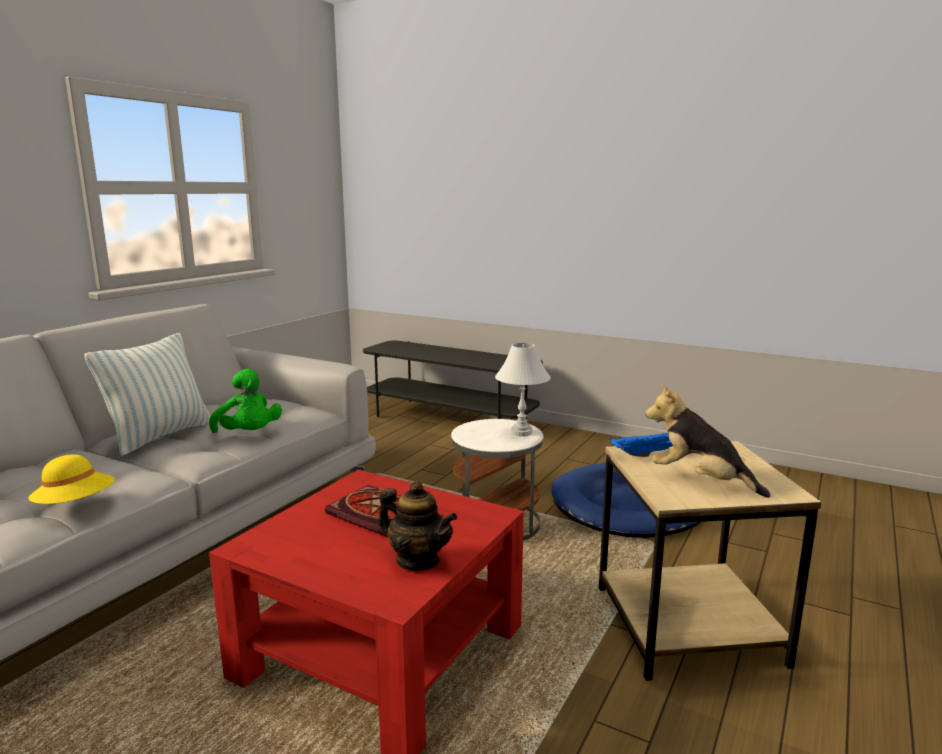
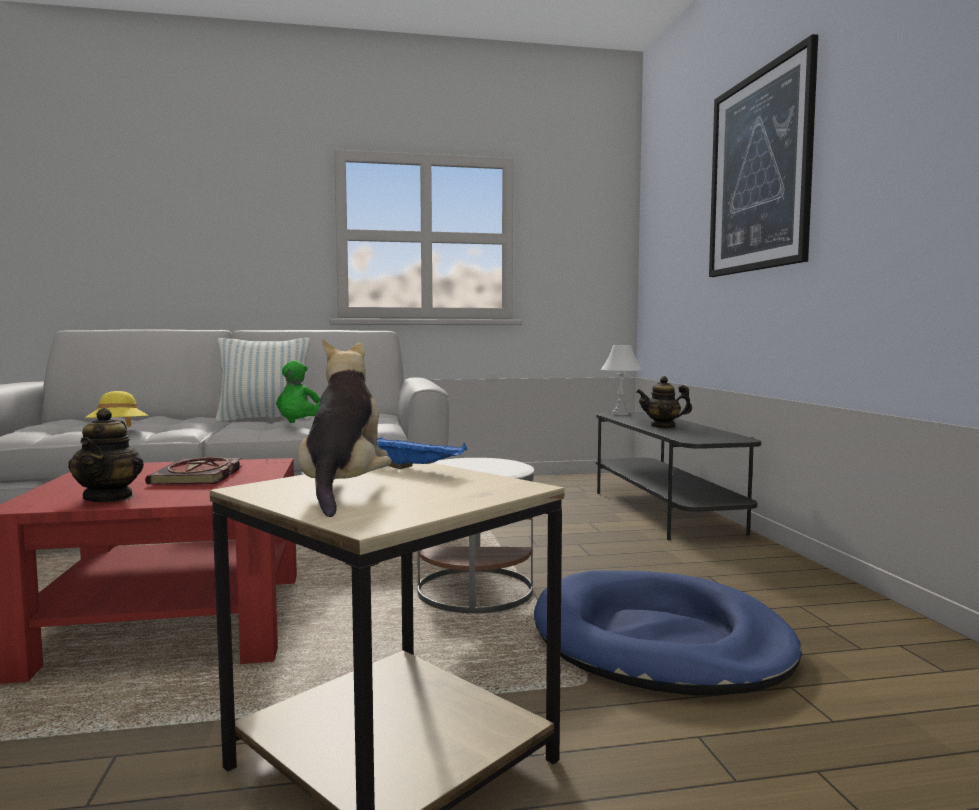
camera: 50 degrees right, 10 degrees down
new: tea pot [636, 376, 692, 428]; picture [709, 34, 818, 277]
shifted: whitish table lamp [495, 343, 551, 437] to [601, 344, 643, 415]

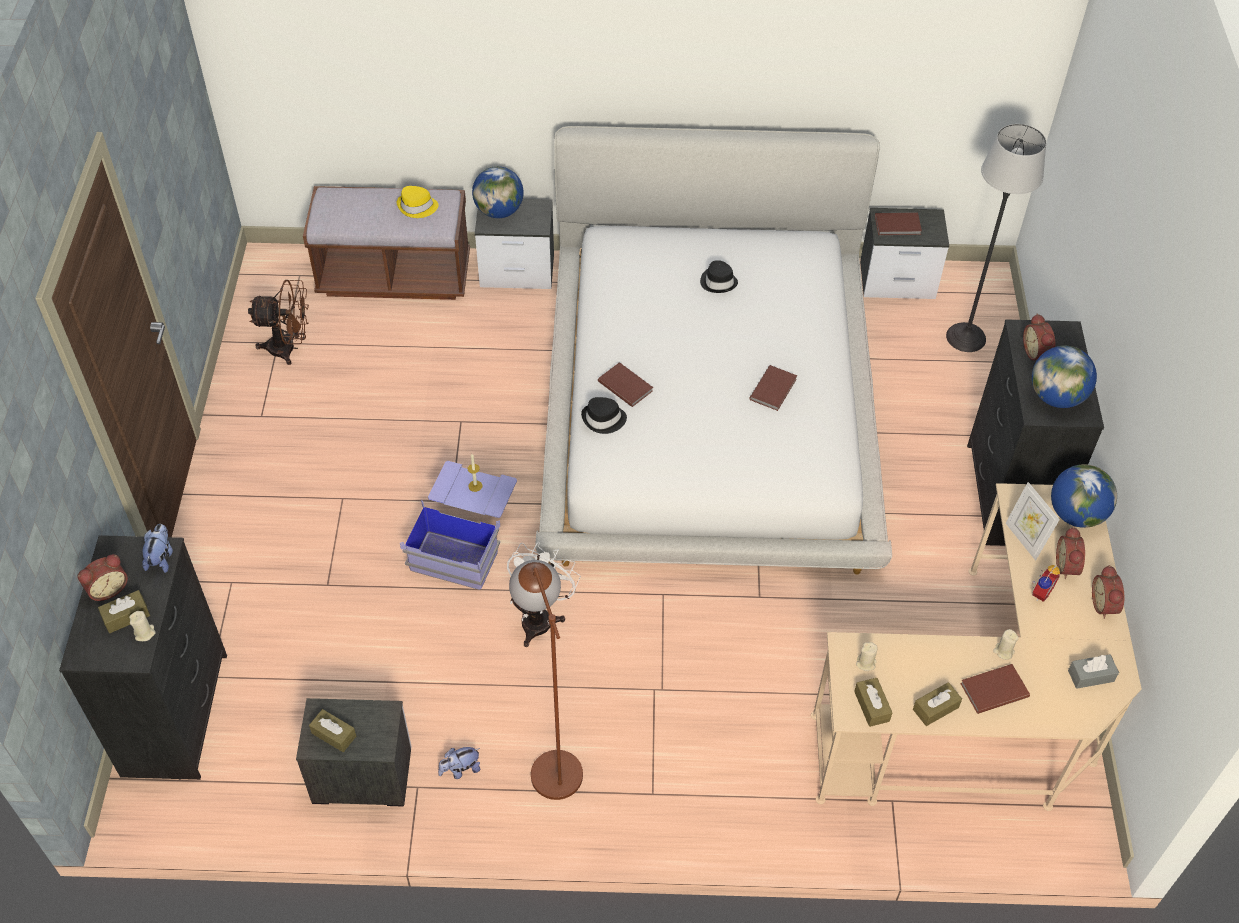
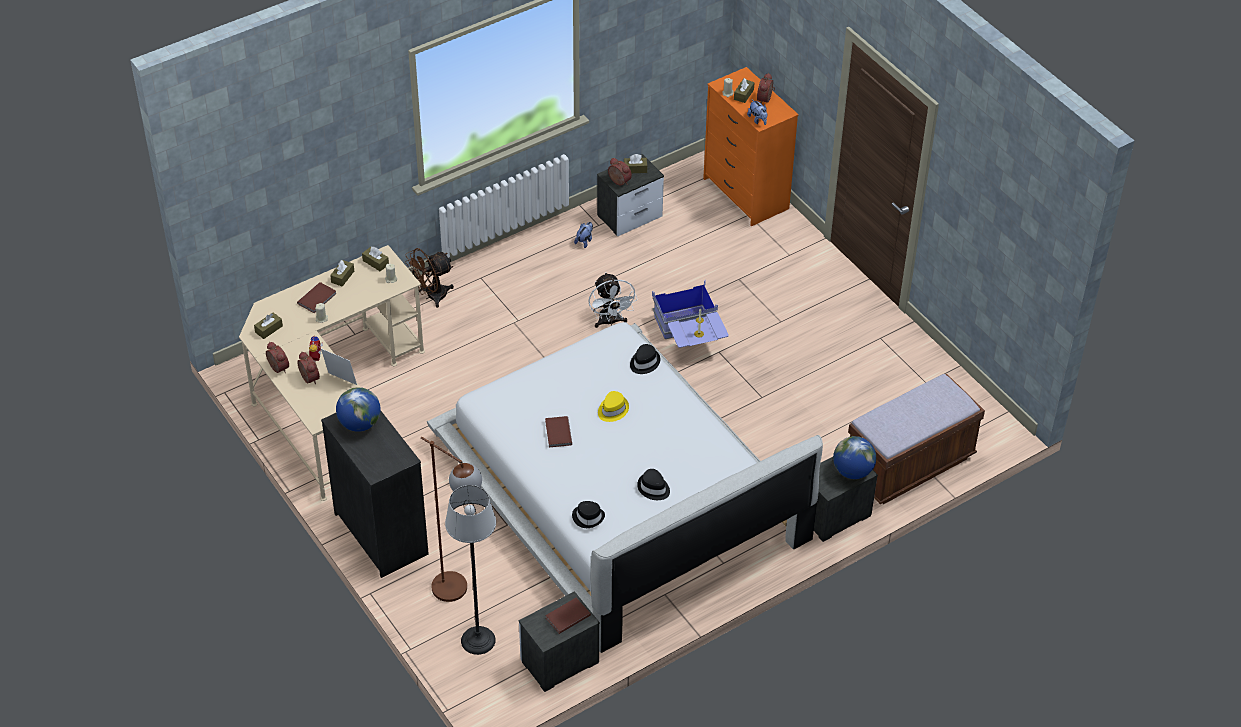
camera: 145 degrees right, 5 degrees down
gone: brownish bound book [598, 362, 653, 407]; world globe [1051, 464, 1117, 528]
new: black-coloured wearable hat [572, 501, 605, 528]
shifted: brownish fan [248, 280, 309, 365] to [405, 248, 454, 308]; brownish standard lamp [509, 560, 583, 800] to [421, 437, 482, 602]; yellow-coloured wearable hat [397, 186, 438, 218] to [598, 391, 629, 422]; table clock [1023, 313, 1055, 360] to [608, 158, 632, 185]
repainted: gray tissue holder [1068, 654, 1119, 689] to brownish tissue holder [254, 312, 283, 339]; black-coloured drawer chest [59, 535, 227, 780] to orange drawer chest [703, 67, 799, 226]

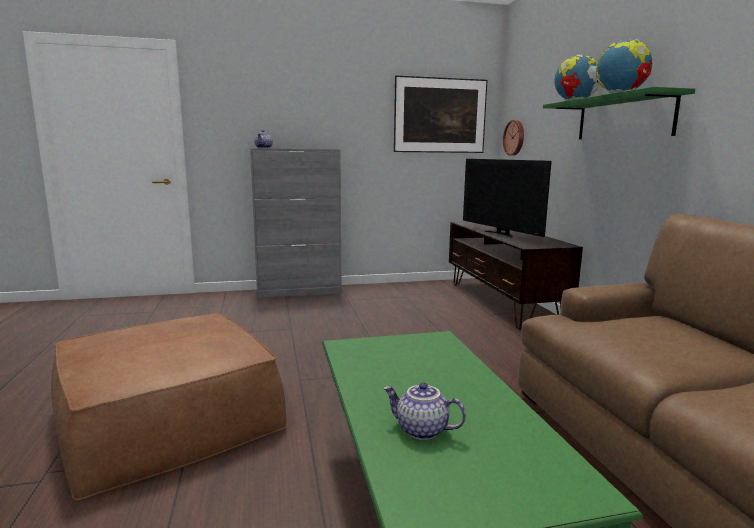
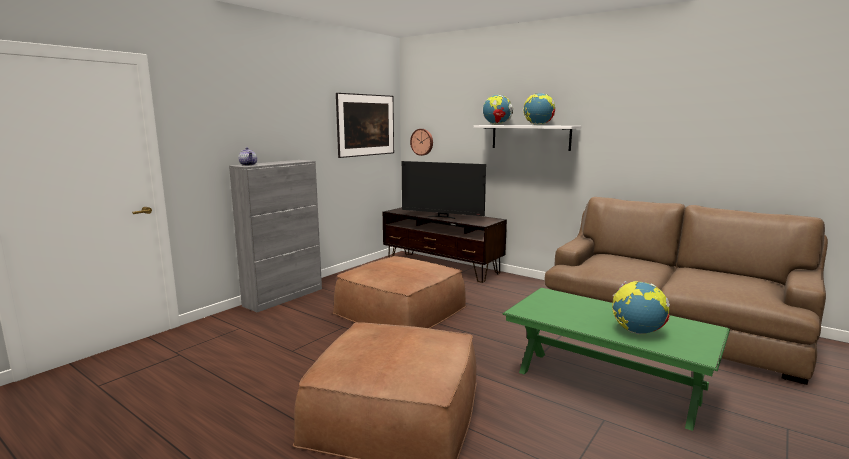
camera: 40 degrees left, 0 degrees up
new: brownish footrest [333, 256, 466, 329]
swapped: tea pot [383, 382, 466, 440] to world globe [612, 281, 670, 334]
repainted: green wall shelf [543, 87, 695, 139] to whitish wall shelf [474, 125, 582, 151]

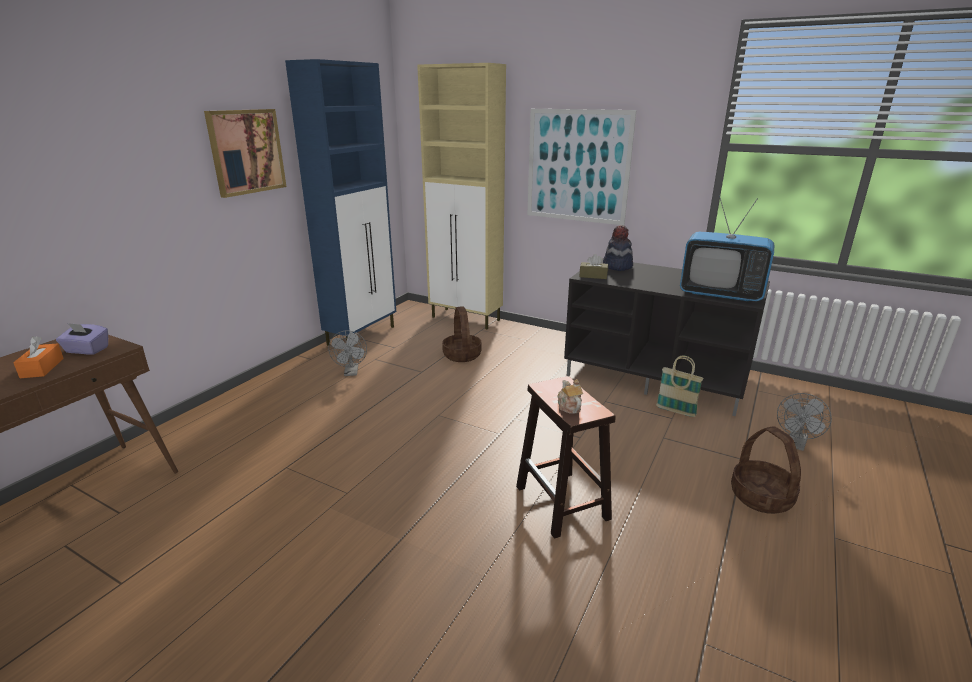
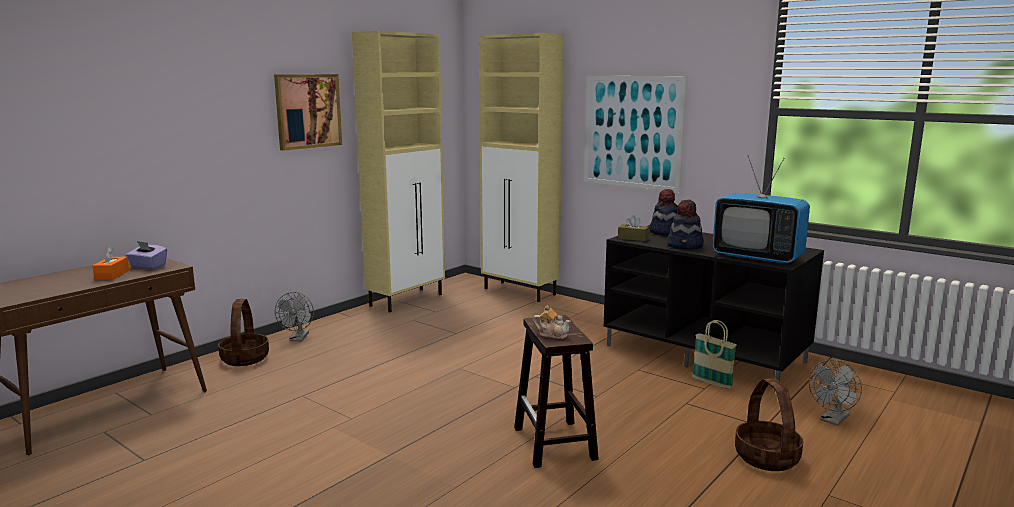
camera: 10 degrees right, 10 degrees down
new: wearable hat [667, 200, 704, 249]
shifted: storage basket [442, 307, 481, 362] to [218, 299, 269, 366]; gray fan [328, 330, 367, 376] to [275, 292, 314, 341]
repainted: blue storage cabinet [285, 59, 396, 346] to sand-coloured storage cabinet [352, 31, 445, 312]
rotated: tea pot [558, 379, 583, 414] = [533, 305, 571, 339] 120 degrees clockwise

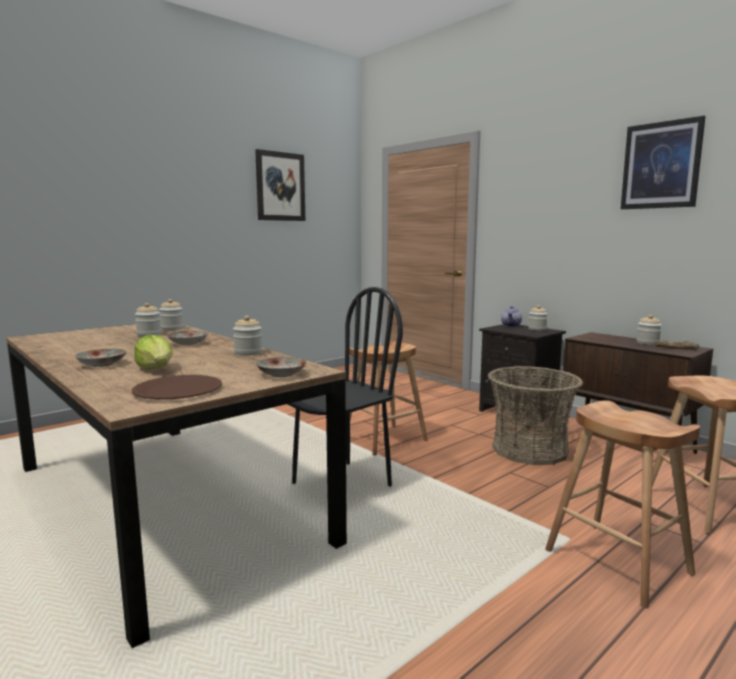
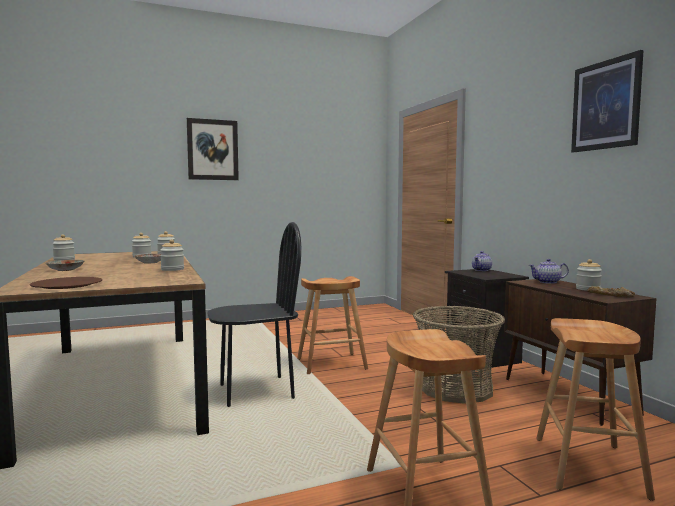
camera: 20 degrees right, 5 degrees down
gone: head of lettuce [134, 335, 173, 369]; plate [256, 357, 307, 377]
new: tea pot [529, 259, 569, 284]
shifted: storage jar [528, 305, 548, 331] to [52, 234, 75, 261]; picture [255, 149, 305, 221] to [187, 118, 239, 180]

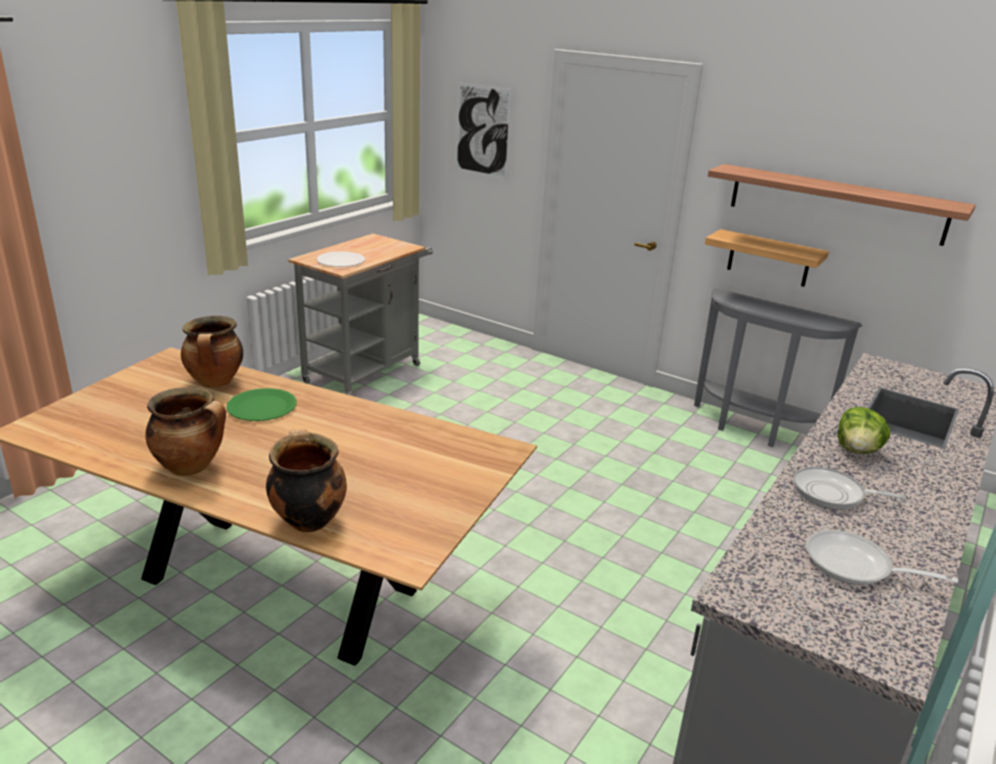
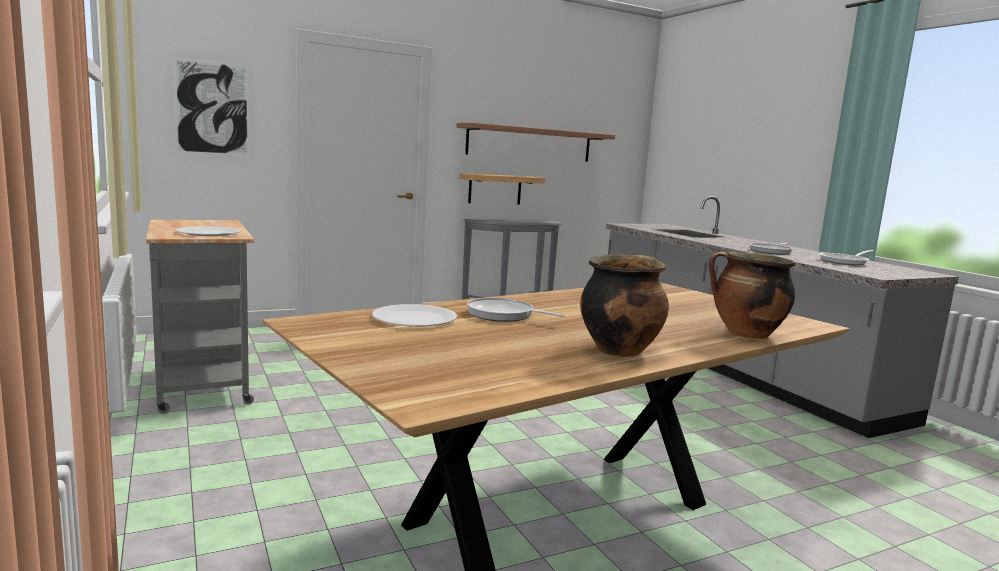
camera: 60 degrees left, 15 degrees down
gone: head of lettuce [837, 407, 890, 454]
swapped: cooking pot [181, 316, 243, 388] to whitish plate [372, 304, 457, 327]; green plate [226, 388, 297, 421] to frying pan [467, 298, 565, 322]

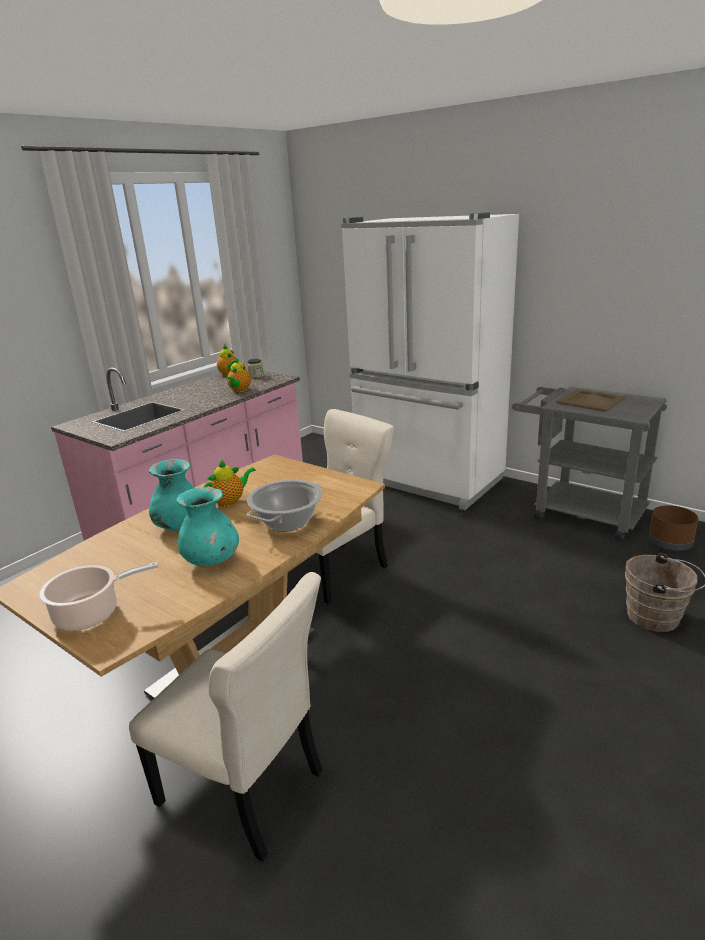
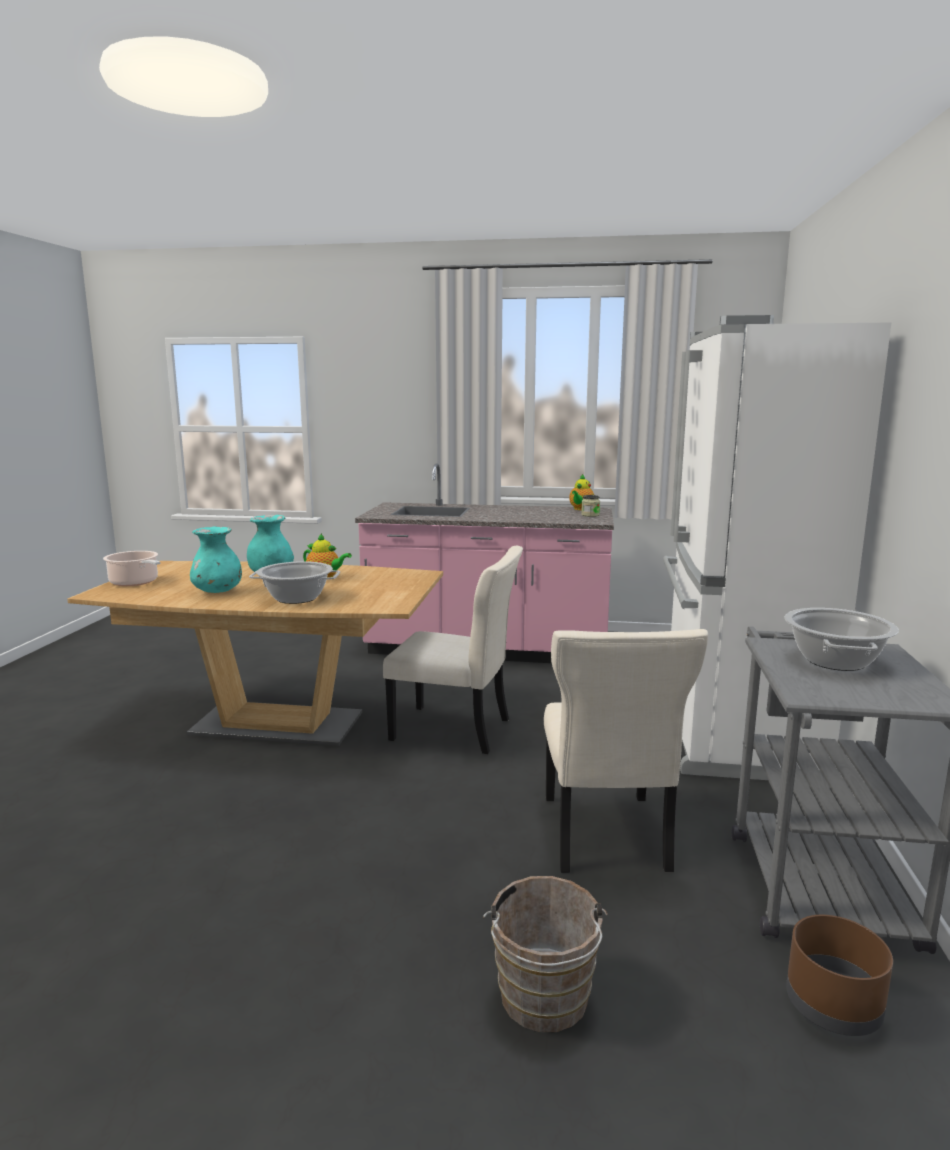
camera: 60 degrees right, 10 degrees down
gone: tea pot [227, 358, 251, 392]
shifted: sand-coloured upright chair [129, 572, 323, 862] to [544, 629, 708, 873]
swapped: sand-coloured tray [556, 389, 626, 412] to cooking pot [785, 608, 899, 671]

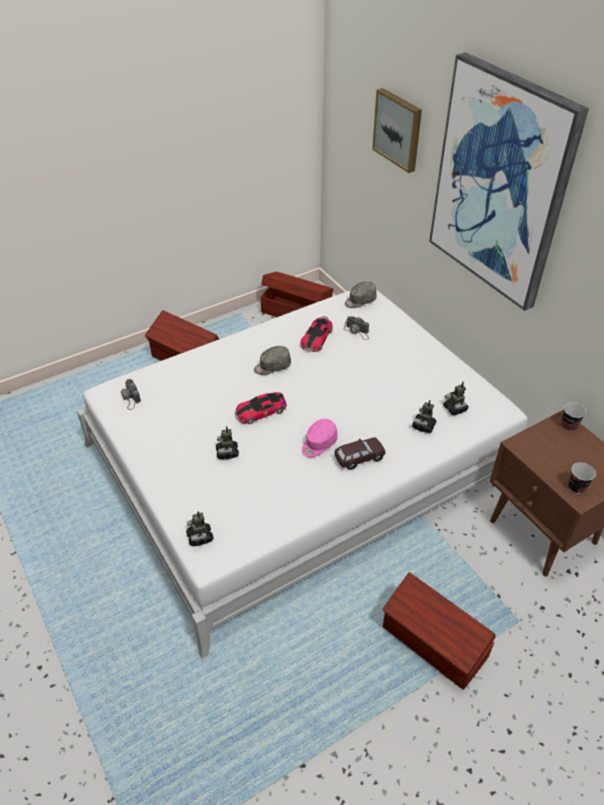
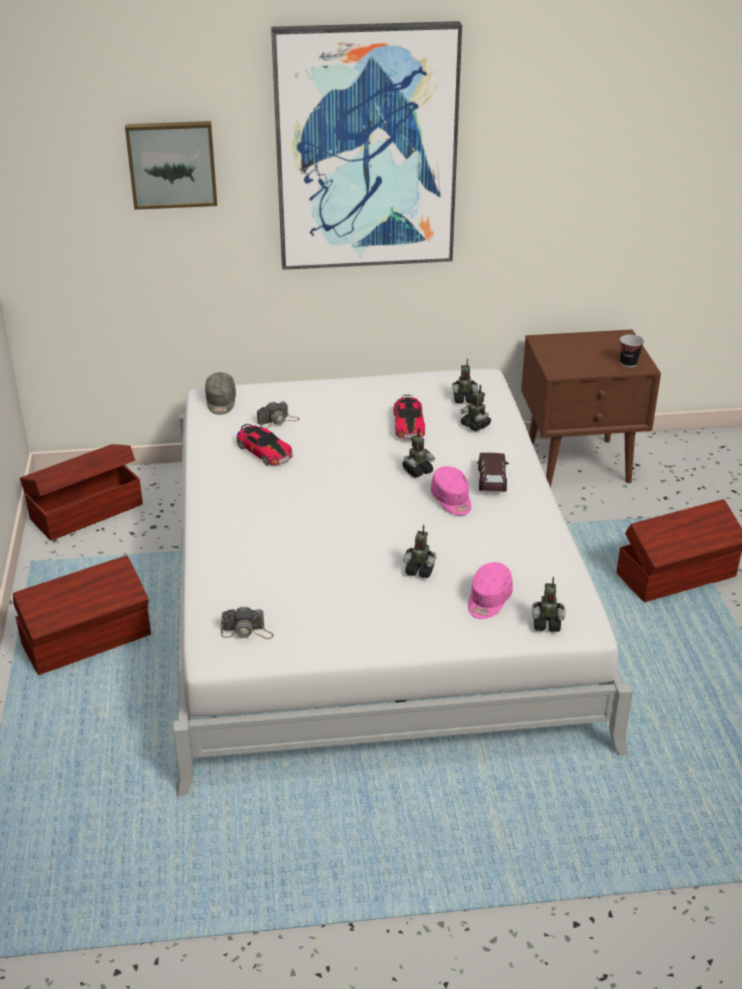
camera: 65 degrees left, 10 degrees down
gone: gray baseball cap [254, 346, 291, 375]; small cup [561, 402, 586, 432]
new: model robot [402, 428, 435, 478]; pink baseball cap [468, 562, 513, 619]
shifted: toy car [235, 392, 287, 424] to [394, 395, 425, 439]

